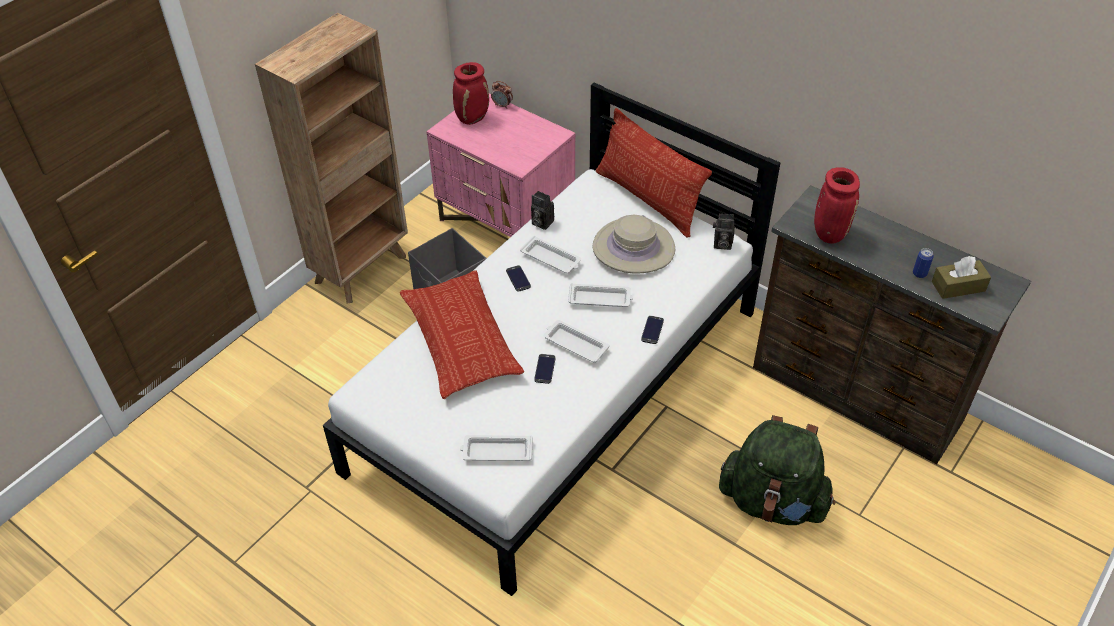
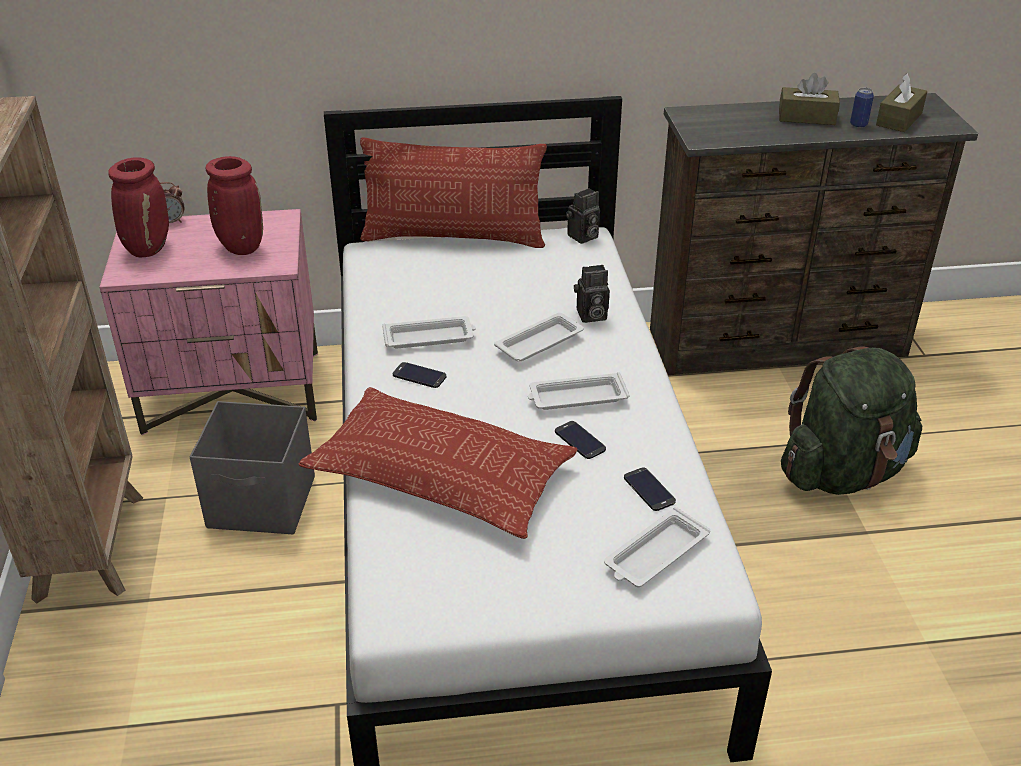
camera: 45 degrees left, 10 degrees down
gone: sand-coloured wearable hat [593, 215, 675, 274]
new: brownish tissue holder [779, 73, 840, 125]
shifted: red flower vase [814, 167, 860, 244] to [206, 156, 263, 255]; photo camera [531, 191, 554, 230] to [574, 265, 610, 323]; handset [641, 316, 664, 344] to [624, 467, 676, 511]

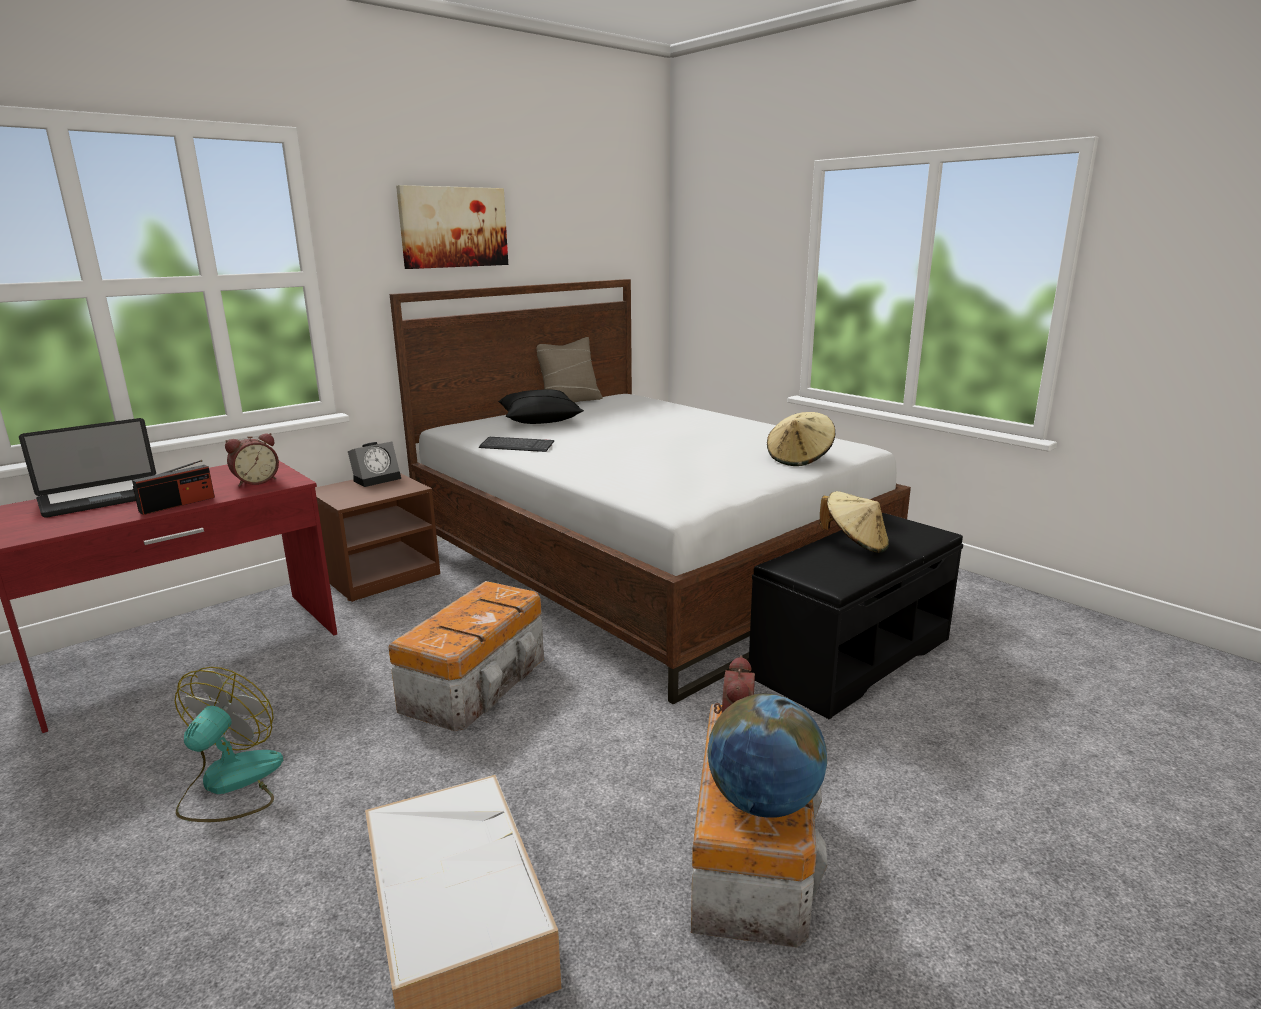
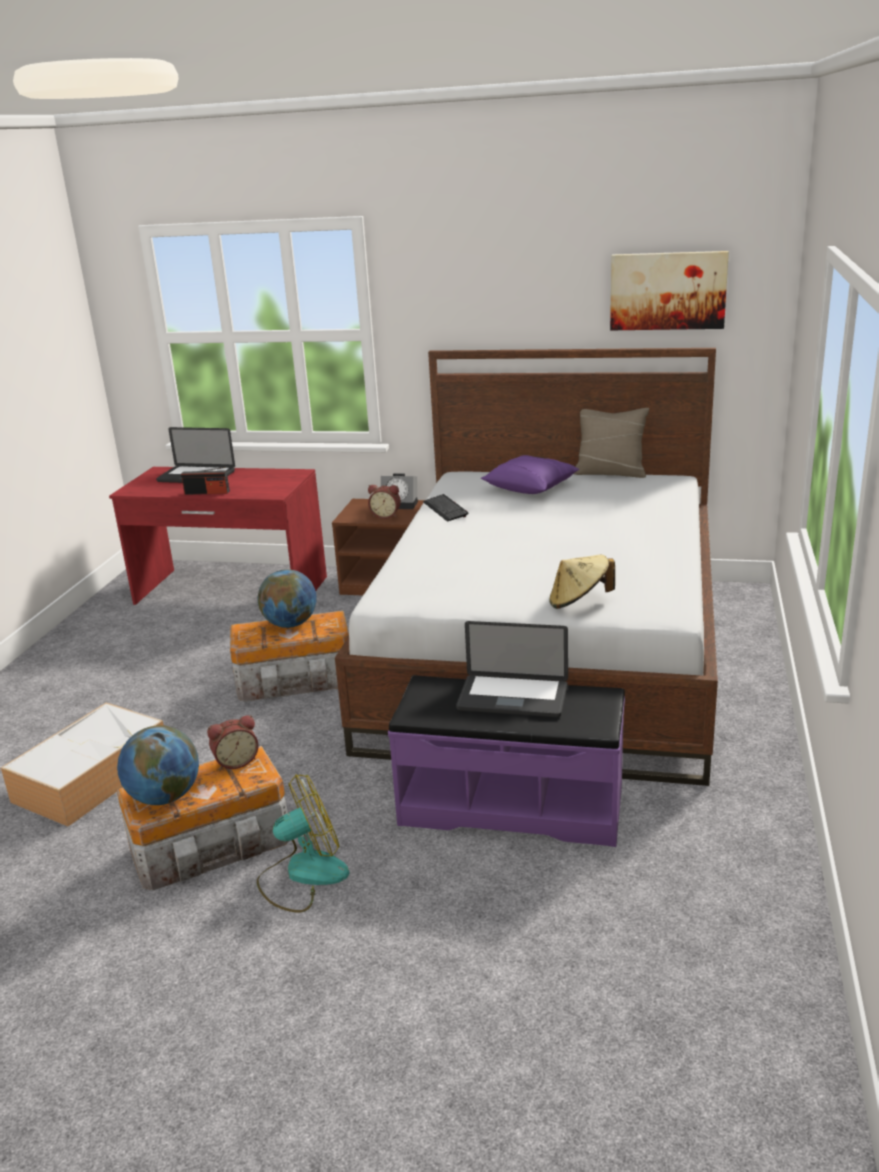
camera: 55 degrees right, 5 degrees up
new: world globe [258, 569, 316, 628]
shifted: fan [175, 667, 283, 822] to [257, 774, 349, 913]; table clock [225, 433, 279, 487] to [368, 485, 401, 519]; picture [396, 185, 508, 269] to [610, 251, 729, 330]
swapped: sand-coloured wearable hat [820, 491, 889, 553] to notebook computer [456, 621, 568, 717]
repainted: black-coloured bench [749, 513, 963, 719] to purple-coloured bench [388, 675, 625, 847]; black-coloured cushion [498, 389, 584, 424] to purple-coloured cushion [481, 455, 580, 494]

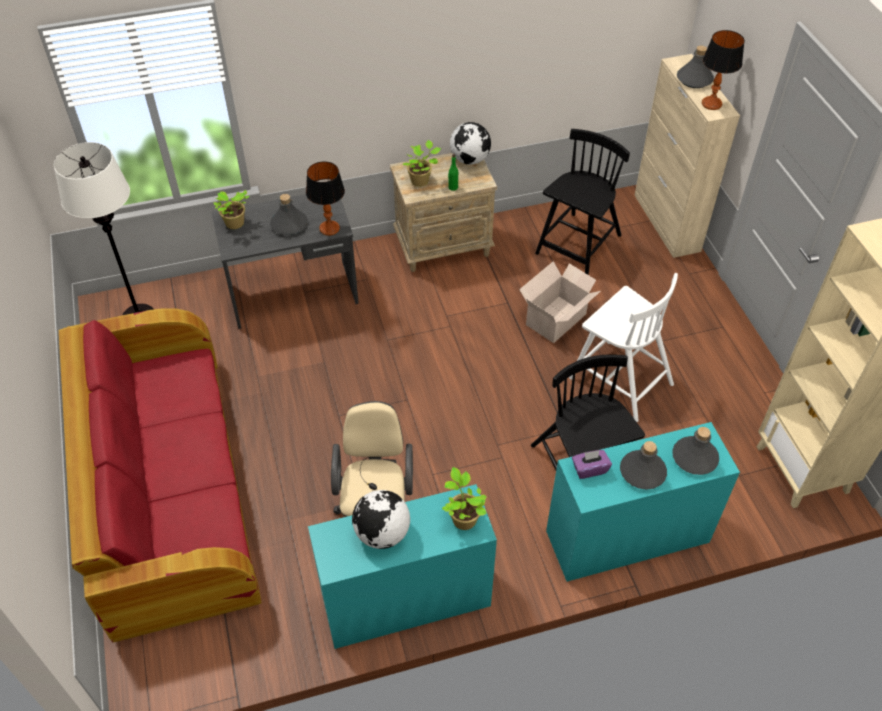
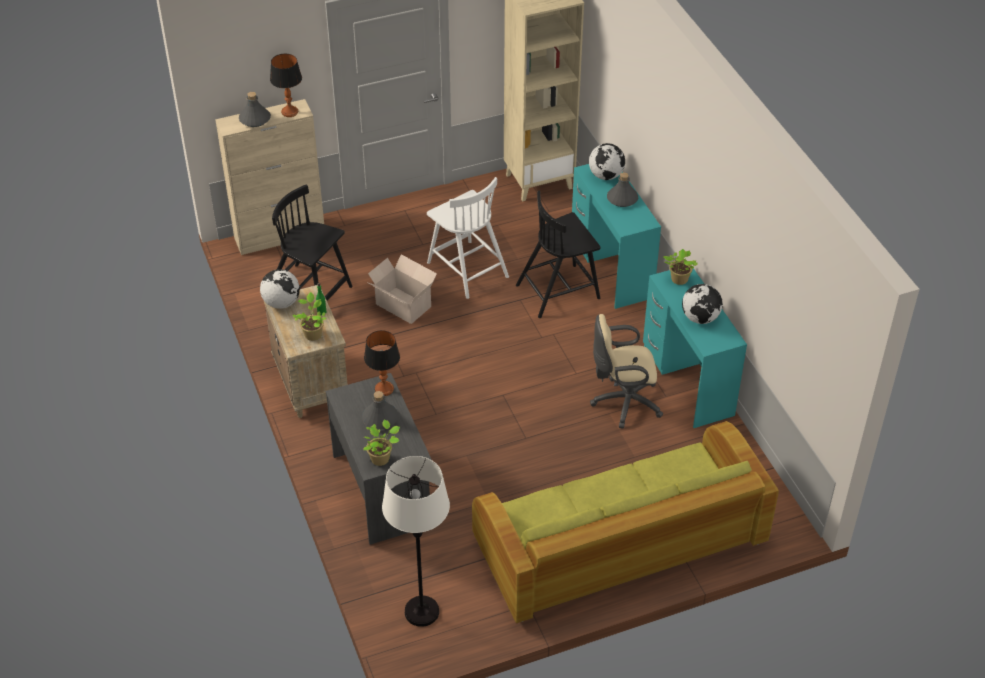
camera: 95 degrees left, 5 degrees down
gone: purple-coloured tissue holder [572, 450, 612, 479]
swapped: gray bottle [672, 427, 719, 475] to world globe [589, 143, 625, 180]
repainted: red couch [59, 308, 261, 642] to green couch [472, 421, 779, 623]
rotated: whitish upright chair [569, 273, 678, 422] = [427, 177, 509, 299] 105 degrees clockwise

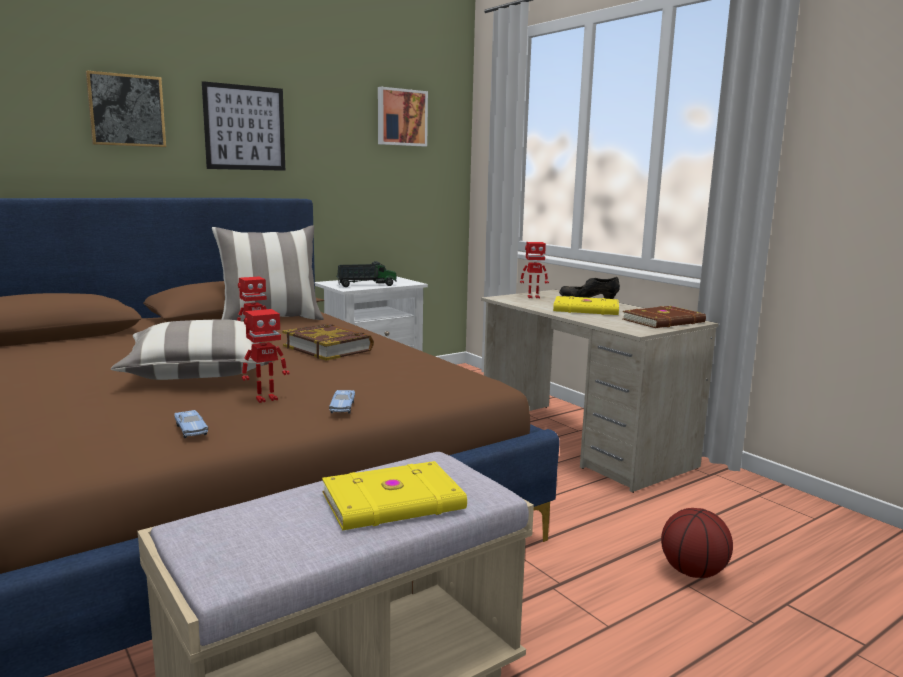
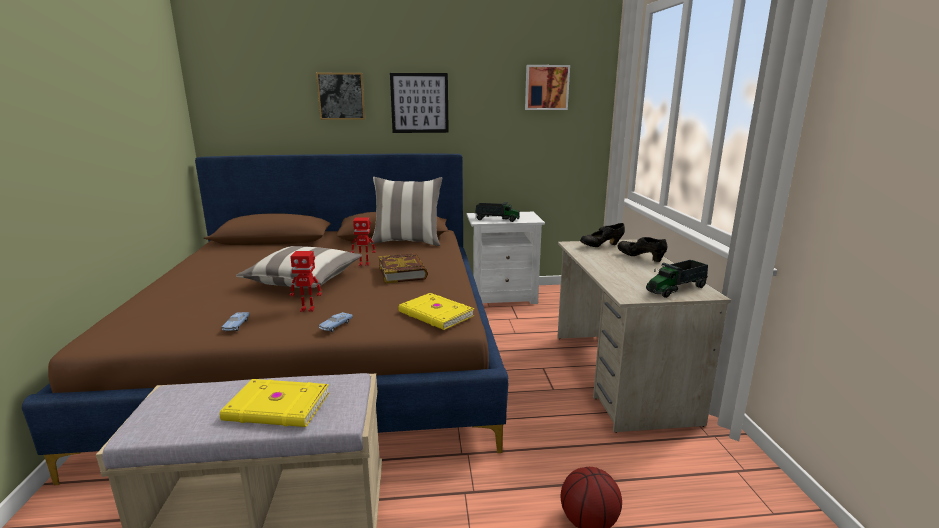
camera: 30 degrees right, 5 degrees up
shifted: yellow-coloured bound book [553, 296, 619, 315] to [398, 293, 474, 330]
swapped: model robot [520, 242, 549, 298] to black-coloured item of footwear [580, 223, 625, 247]; brownish bound book [623, 306, 706, 328] to toy truck [646, 260, 708, 298]

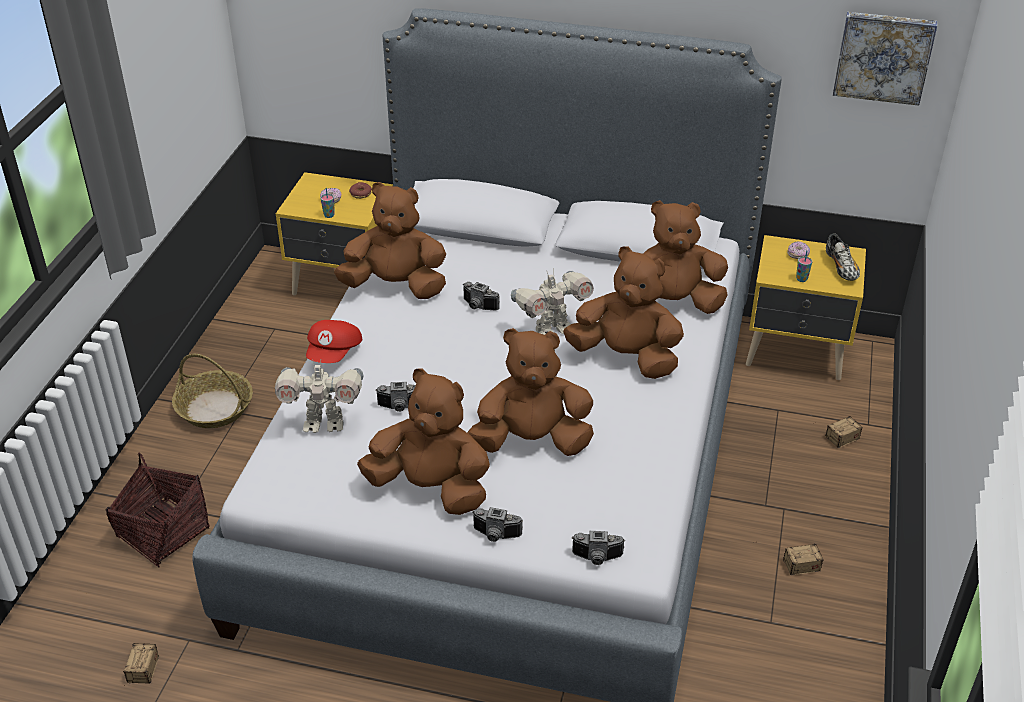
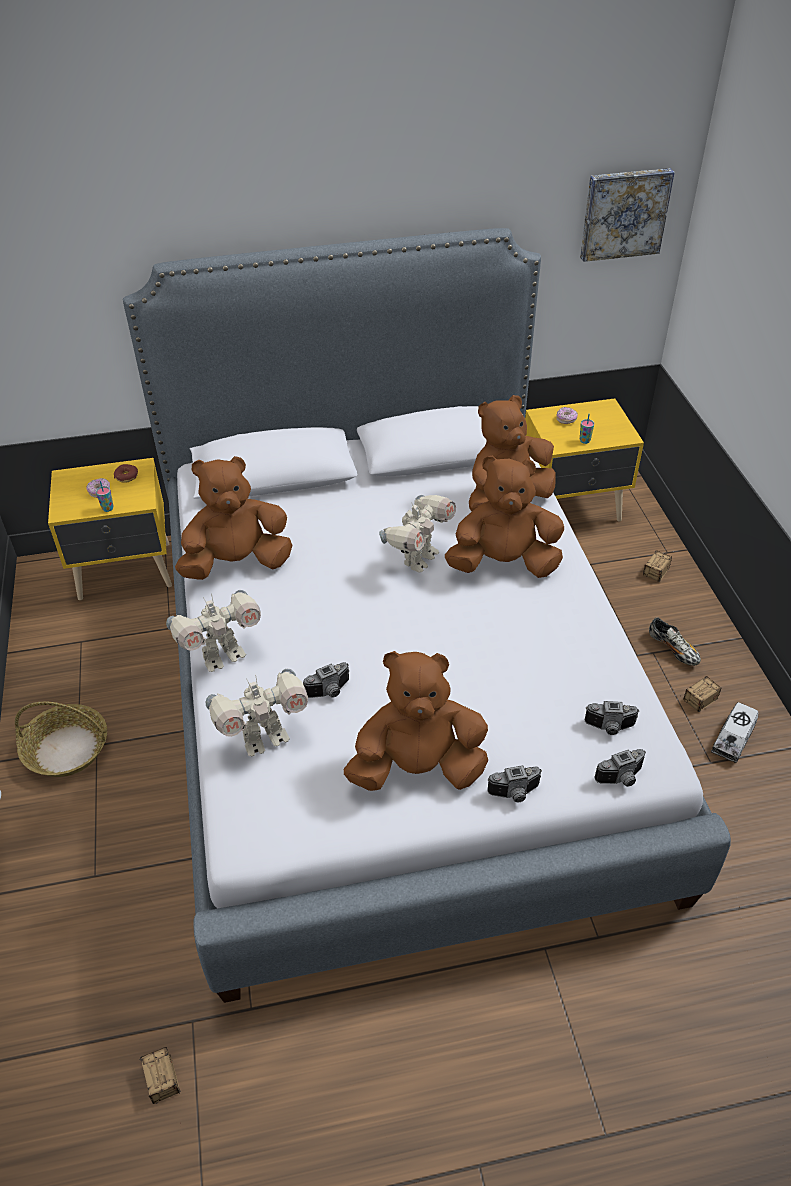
camera: 25 degrees left, 5 degrees up
gone: storage basket [106, 453, 209, 568]; brownish cuddly toy [467, 328, 594, 456]
new: toy truck [711, 702, 758, 763]
shifted: photo camera [463, 282, 500, 310] to [584, 701, 639, 735]; item of footwear [826, 233, 860, 281] to [649, 617, 701, 666]
swapped: red baseball cap [306, 320, 362, 363] to model robot [166, 590, 261, 672]

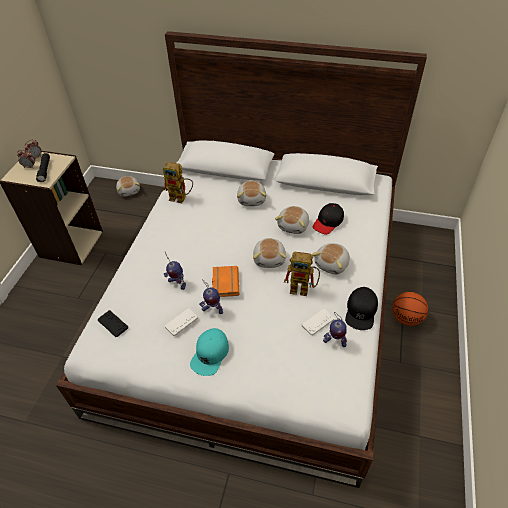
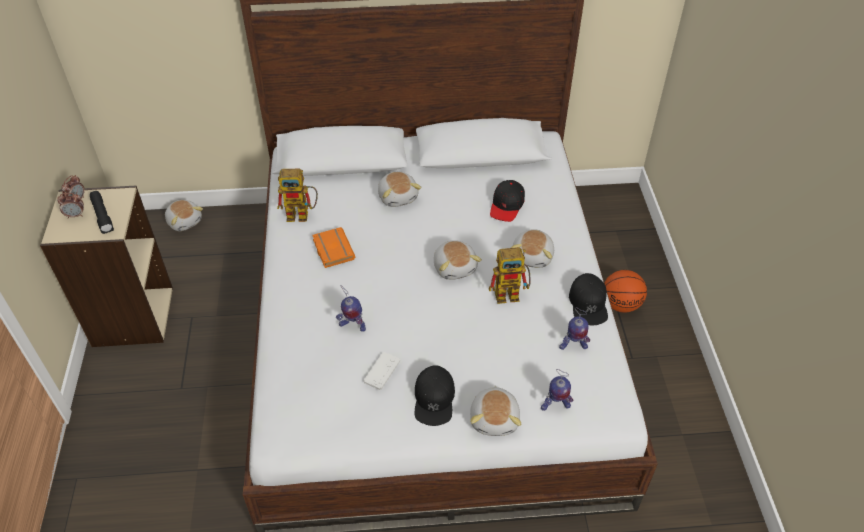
camera: 20 degrees left, 0 degrees up
gone: black-coloured gamepad [98, 311, 128, 337]; whitish gamepad [302, 309, 334, 336]
shifted: orange bound book [212, 266, 239, 297] to [312, 227, 355, 268]; cuddly toy [275, 206, 309, 234] to [470, 385, 521, 436]; model robot [199, 279, 223, 314] to [541, 369, 573, 411]
repainted: turquoise-coloured baseball cap [190, 328, 229, 376] to black-coloured baseball cap [415, 365, 455, 426]

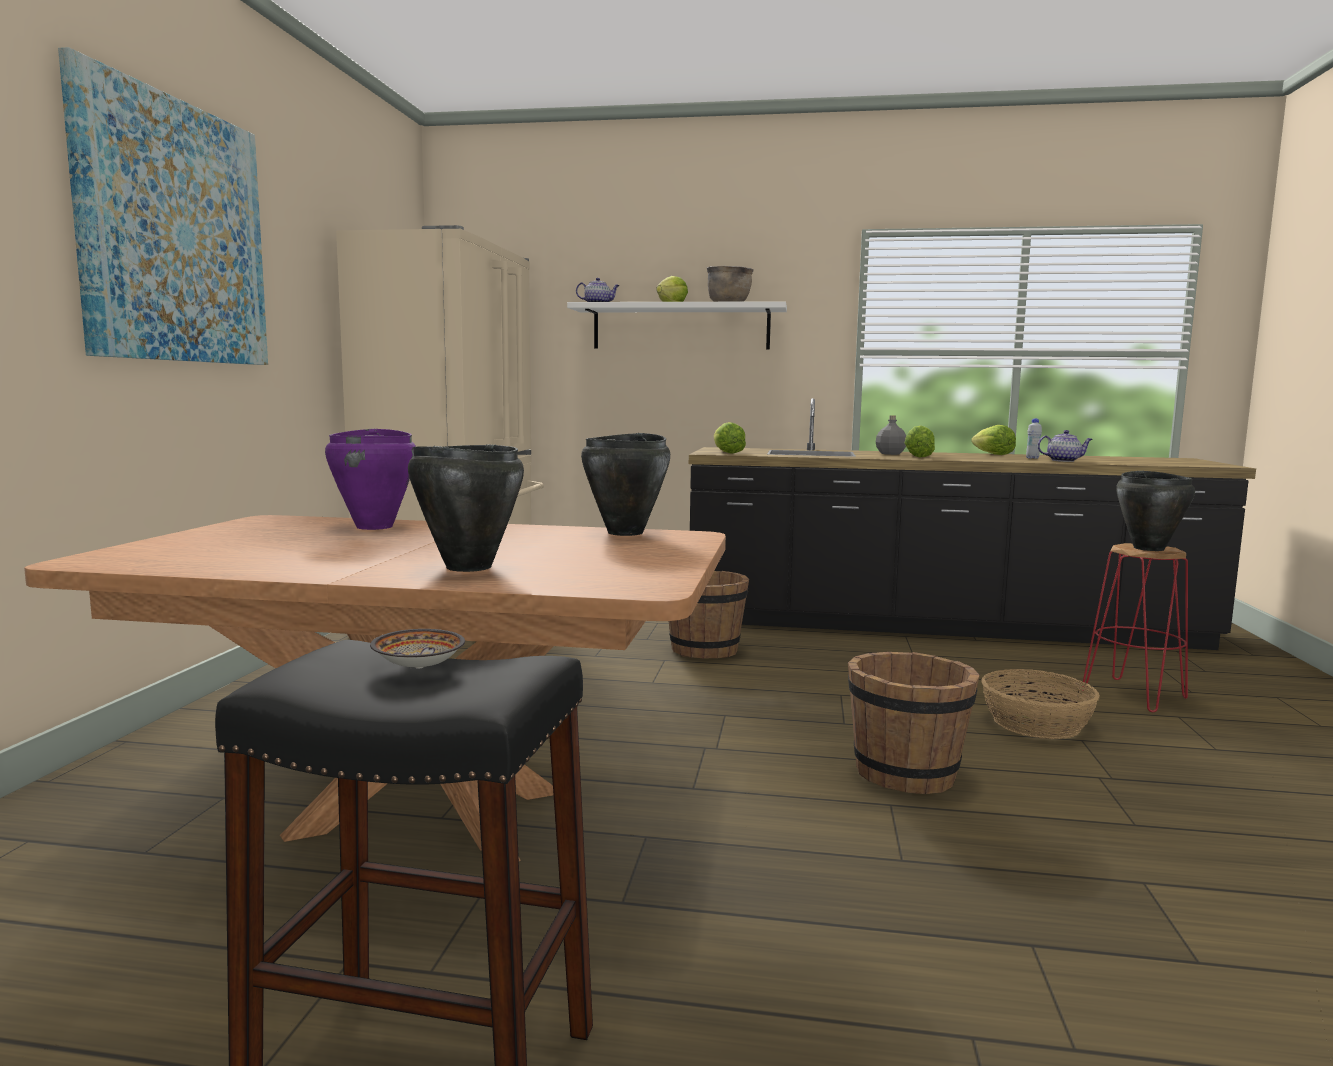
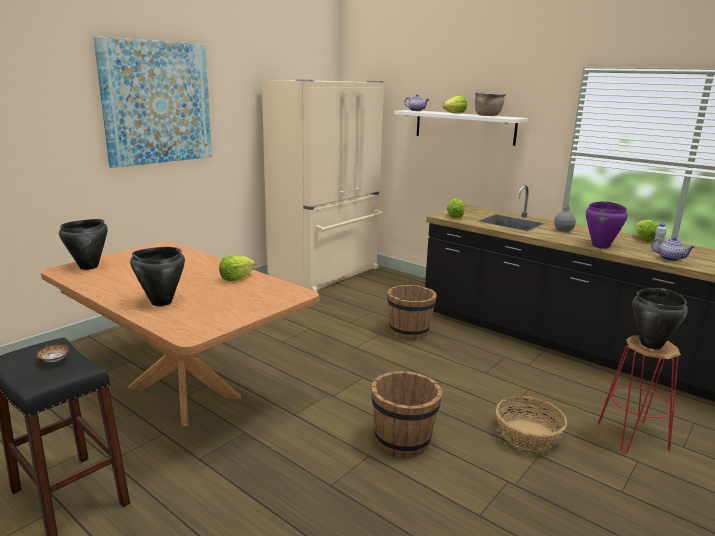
camera: 30 degrees right, 10 degrees up
shifted: black-coloured cooking pot [581, 433, 670, 536] to [59, 219, 108, 270]; head of lettuce [905, 425, 935, 458] to [219, 255, 255, 281]; purple-coloured cooking pot [325, 429, 416, 530] to [586, 201, 628, 249]

